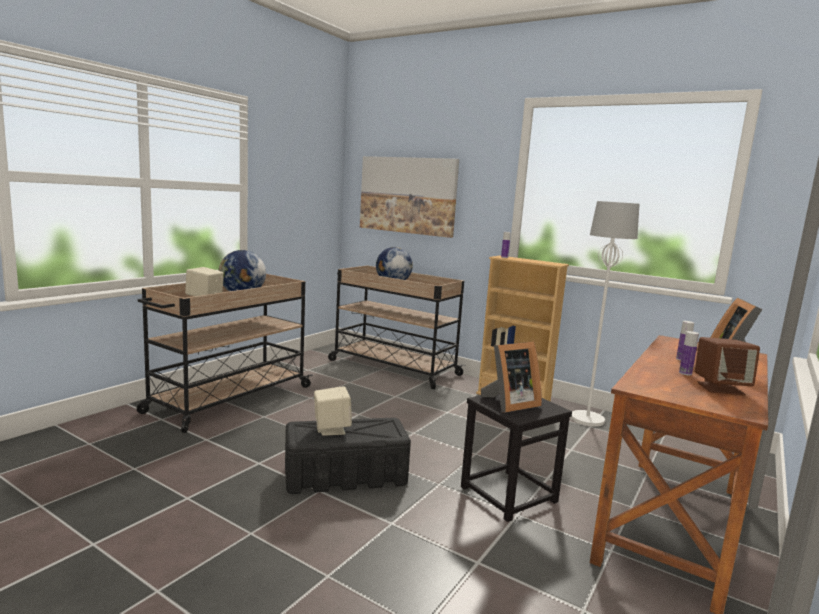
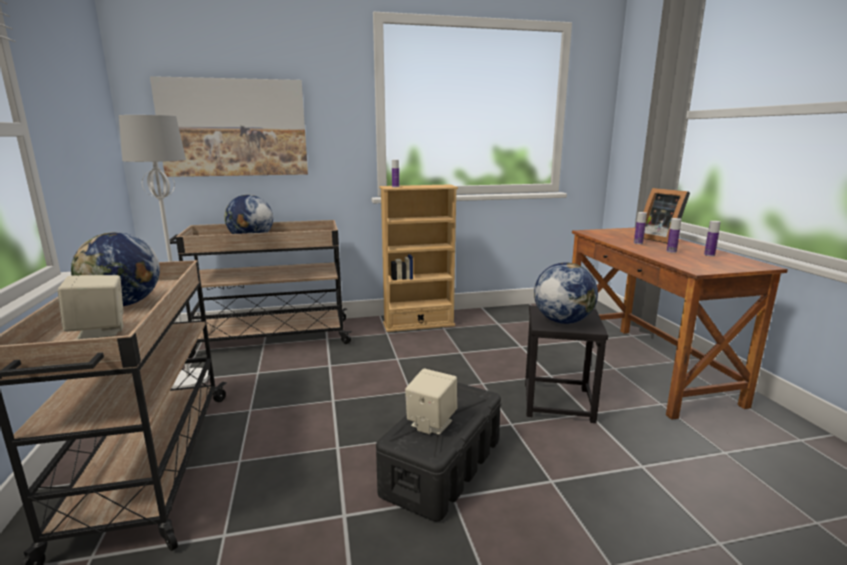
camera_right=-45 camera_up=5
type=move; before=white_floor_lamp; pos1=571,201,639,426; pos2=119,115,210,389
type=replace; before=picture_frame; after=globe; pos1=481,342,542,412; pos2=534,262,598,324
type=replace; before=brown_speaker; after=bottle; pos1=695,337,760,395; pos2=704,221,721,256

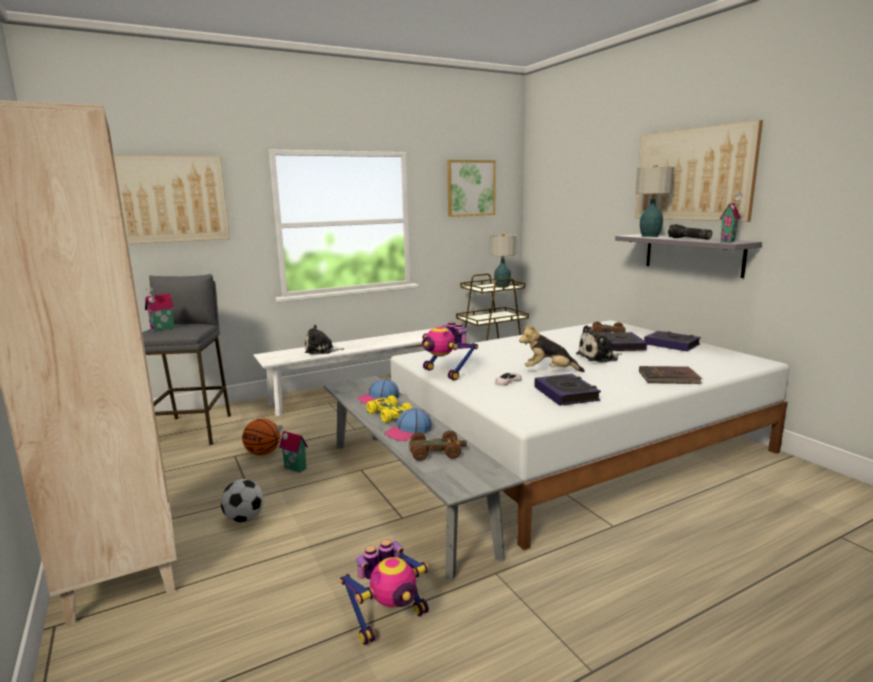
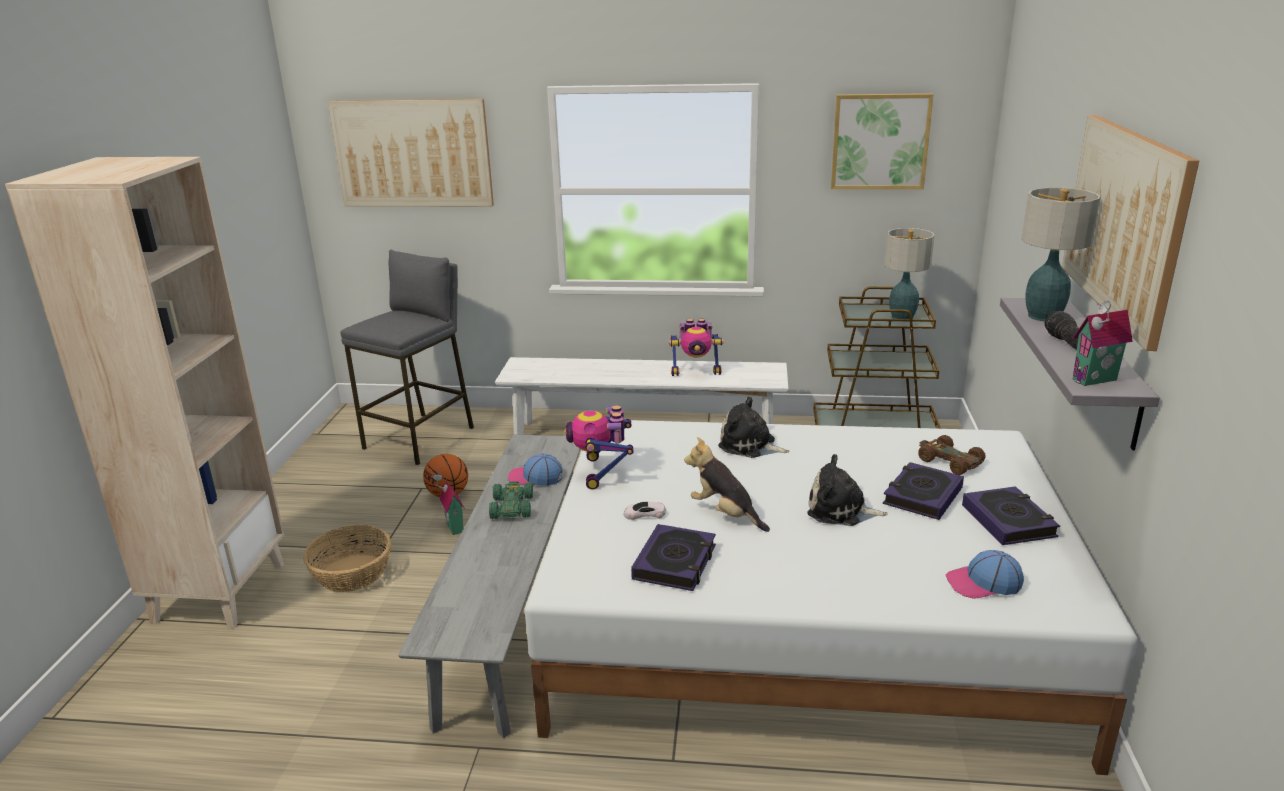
camera_right=35 camera_up=10
type=replace; before=football; after=basket; pos1=221,479,264,522; pos2=303,525,391,592
type=recolor; before=yellow_toy_car; after=green_toy_car; pos1=366,395,412,422; pos2=489,481,533,519
type=move; before=toy_robot; pos1=340,539,429,645; pos2=669,319,724,376
type=move; before=plush_toy; pos1=305,325,344,354; pos2=718,397,789,458
type=move; before=cap; pos1=384,408,432,441; pos2=946,550,1024,599
type=delete; before=toy_house; pos1=145,288,175,332
type=delete; before=brown_toy_car; pos1=409,431,467,461
type=delete; before=brown_book; pos1=639,366,703,384

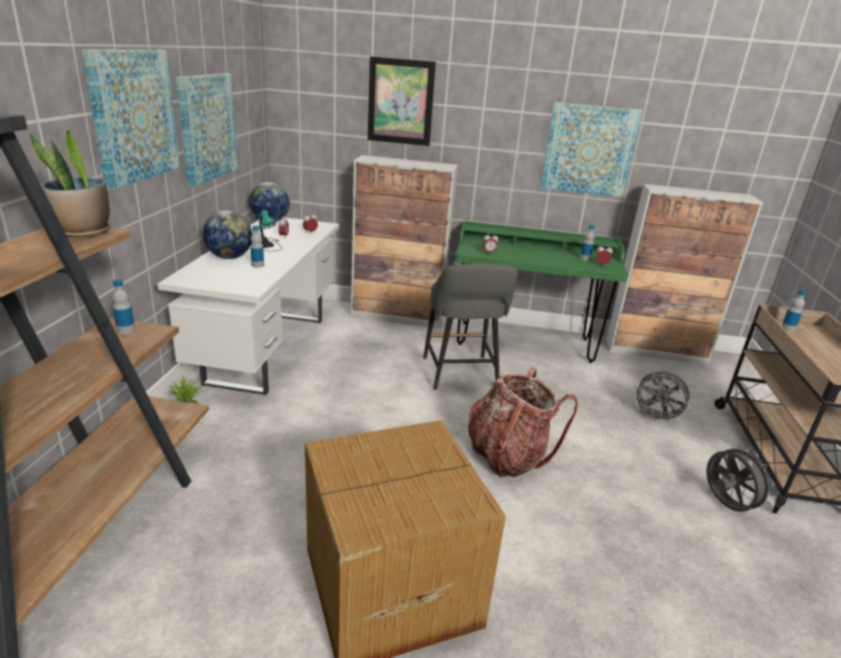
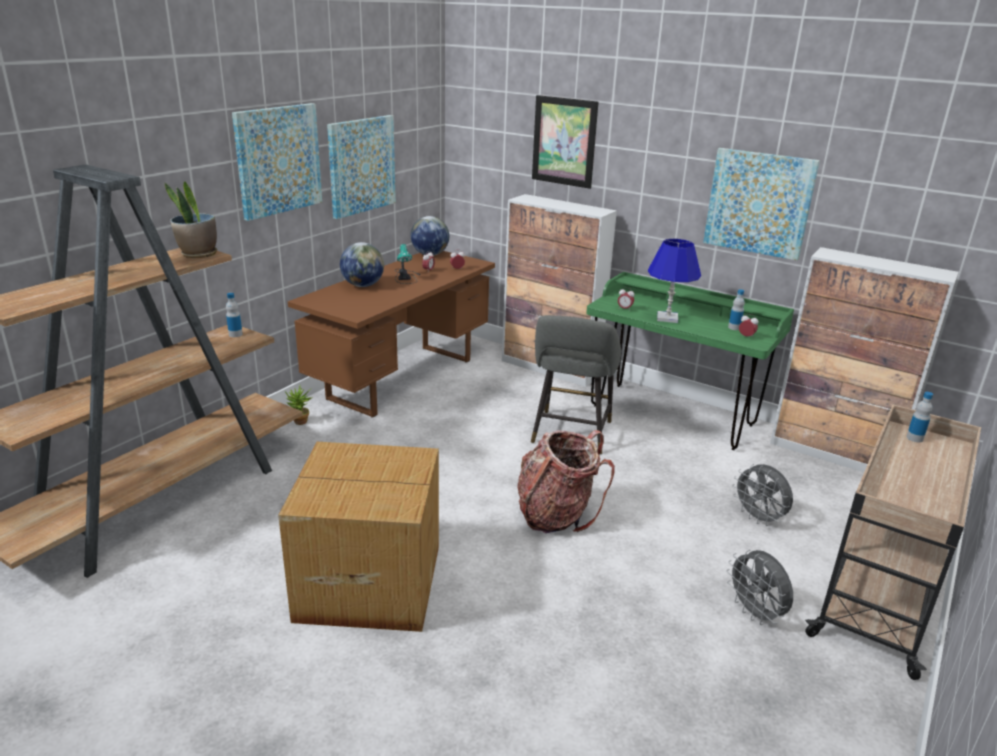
camera_right=25 camera_up=0
type=recolor; before=white_desk; after=brown_desk; pos1=157,218,339,395; pos2=288,251,495,418
type=insert; after=blue_table_lamp; pos2=648,239,701,323
type=rotate; before=grey_fan; pos1=706,445,774,512; pos2=727,550,793,625; turn=150
type=delete; before=bottle; pos1=250,226,264,268

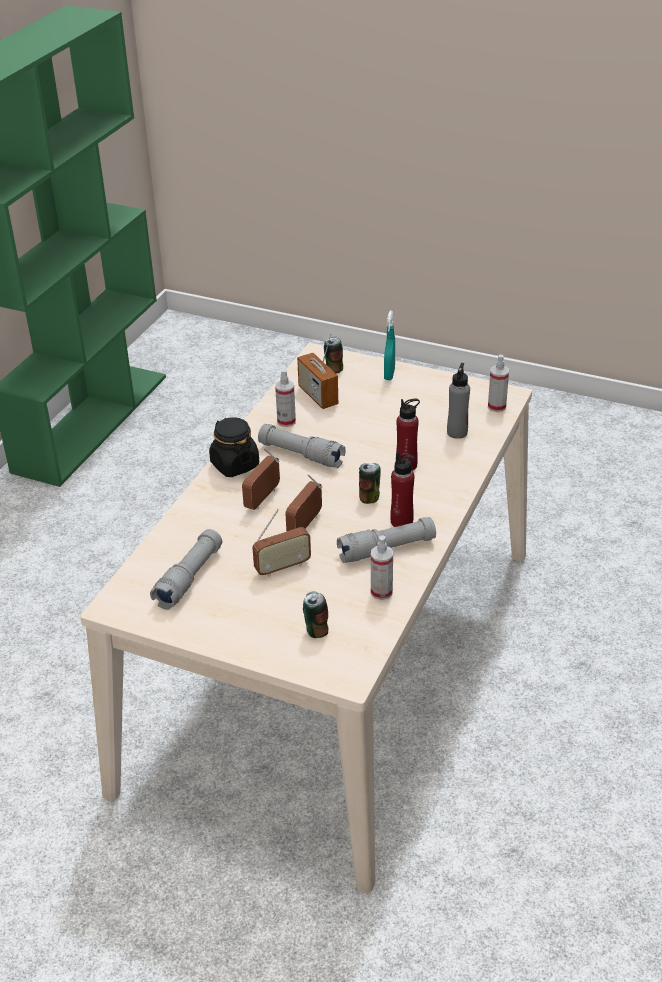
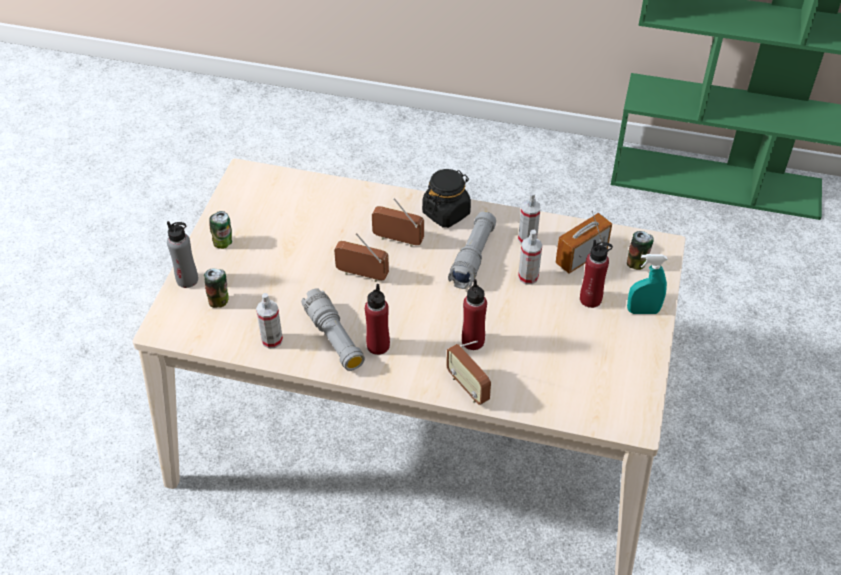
camera_right=80 camera_up=10
type=move; before=grey_bottle; pos1=447,363,470,439; pos2=167,221,198,288
type=move; before=can; pos1=359,463,381,504; pos2=209,211,232,249
type=move; before=radio; pos1=252,509,311,577; pos2=446,341,491,405
type=move; before=spray_bottle; pos1=488,355,509,412; pos2=518,230,542,285
type=insert; after=red_bottle; pos2=580,240,613,308
type=delete; before=grey_flashlight; pos1=150,529,222,610

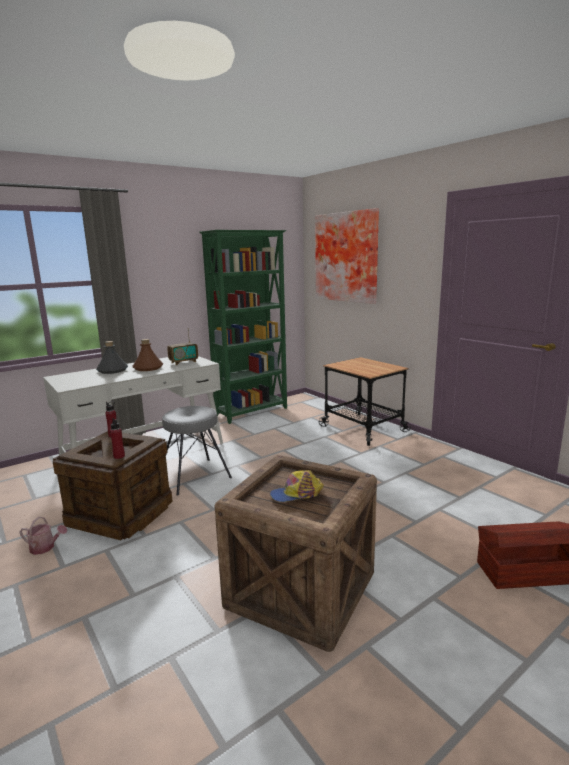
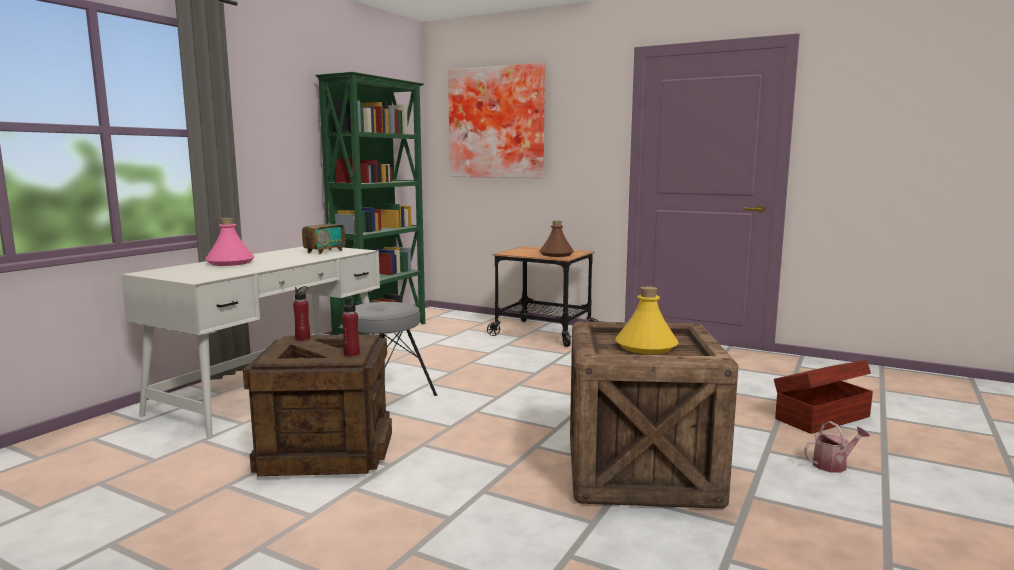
camera_right=-25 camera_up=-5
type=recolor; before=grey_bottle; after=pink_bottle; pos1=96,341,128,374; pos2=205,218,255,266
type=move; before=brown_bottle; pos1=132,339,163,371; pos2=540,221,574,257
type=replace; before=cap; after=yellow_bottle; pos1=270,470,324,502; pos2=615,286,678,354
type=move; before=watering_can; pos1=19,517,67,555; pos2=804,421,870,473

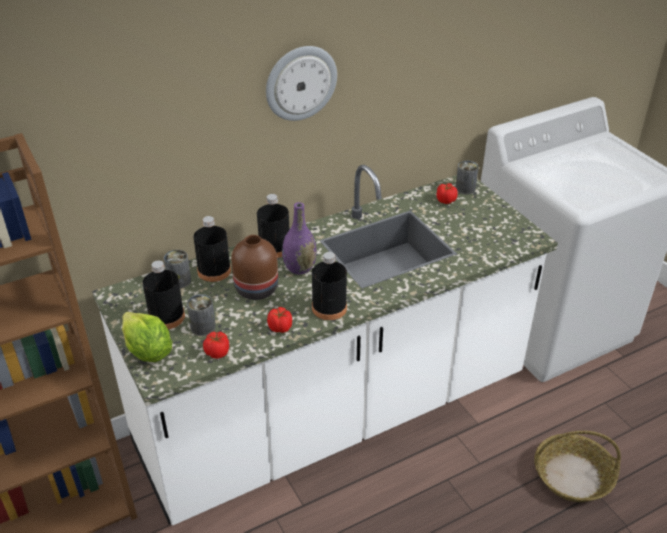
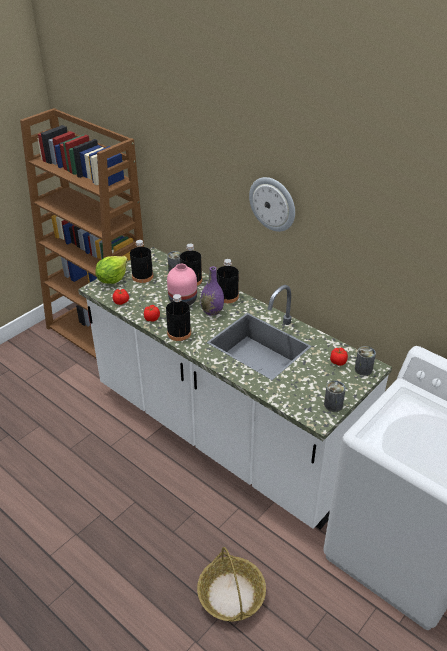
camera_right=70 camera_up=0
type=recolor; before=brown_vase; after=pink_vase; pos1=231,235,278,300; pos2=167,264,197,306
type=move; before=can; pos1=187,294,216,336; pos2=324,381,346,412

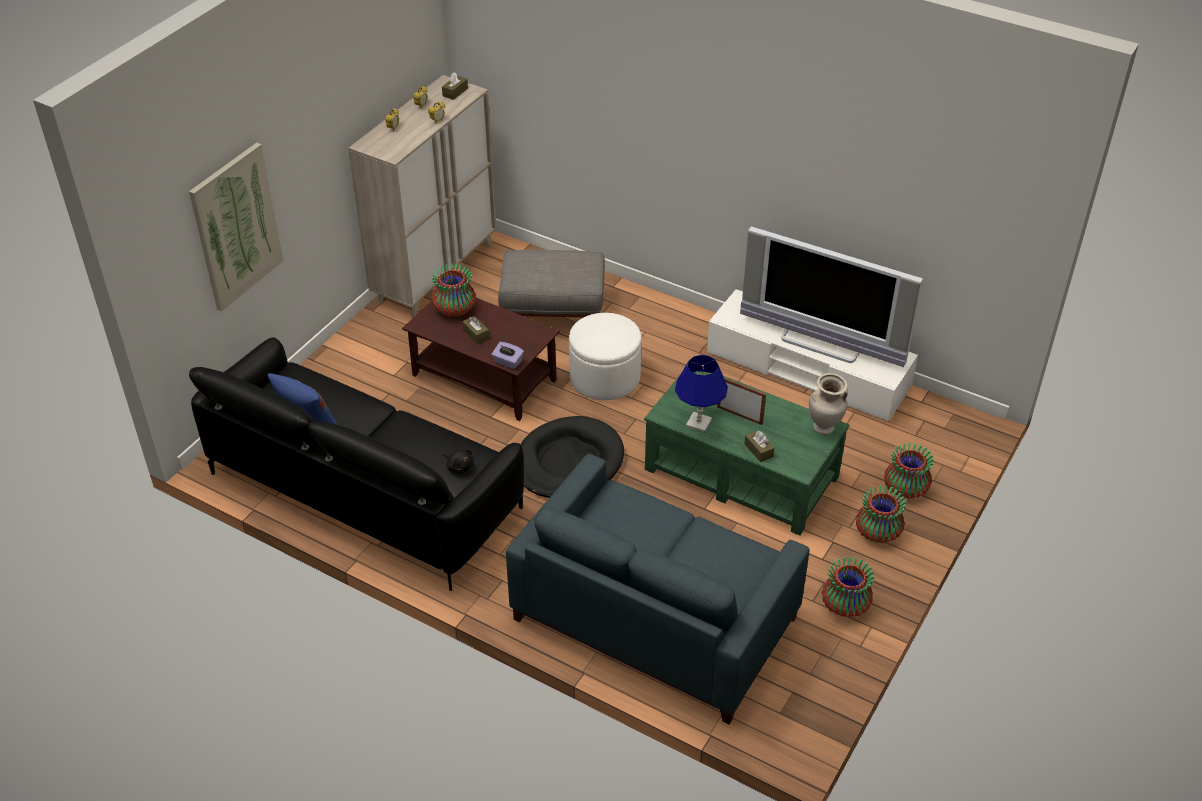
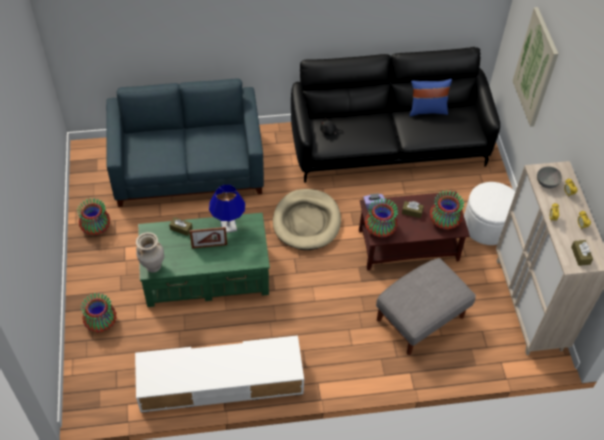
camera_right=140 camera_up=10
type=recolor; before=black_dog_bed; after=beige_dog_bed; pos1=521,416,624,498; pos2=273,189,341,250
type=move; before=vase; pos1=856,485,907,544; pos2=365,198,398,237
type=move; before=white_ottoman; pos1=569,313,641,400; pos2=464,182,515,245
type=insert; after=grey_bowl; pos2=537,166,562,189
type=delete; before=television; pos1=740,226,923,367

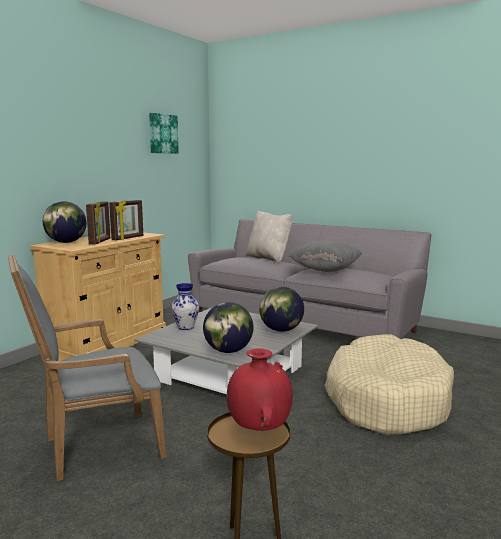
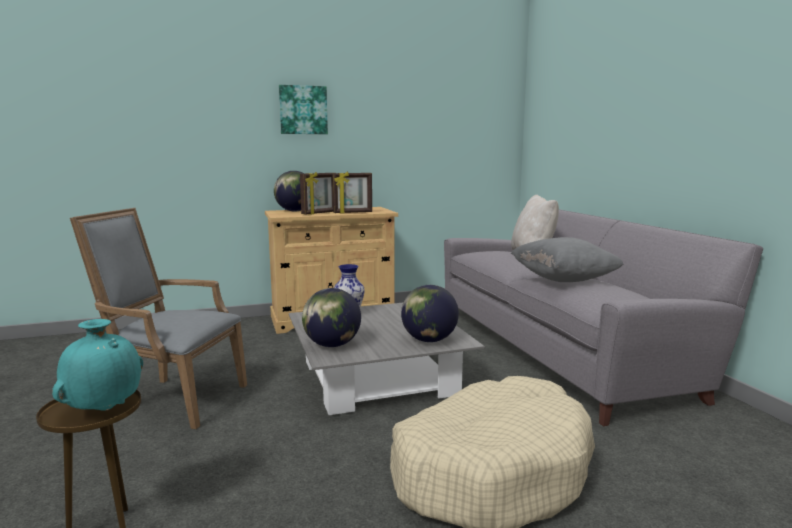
camera_right=40 camera_up=0
type=recolor; before=red_vase; after=turquoise_vase; pos1=227,348,293,431; pos2=52,319,143,411
type=move; before=picture; pos1=149,113,179,154; pos2=279,85,328,134

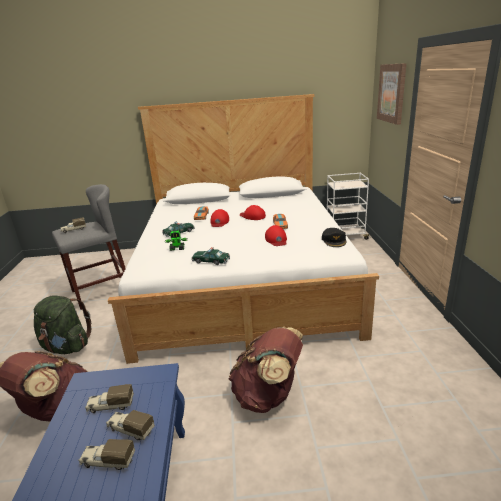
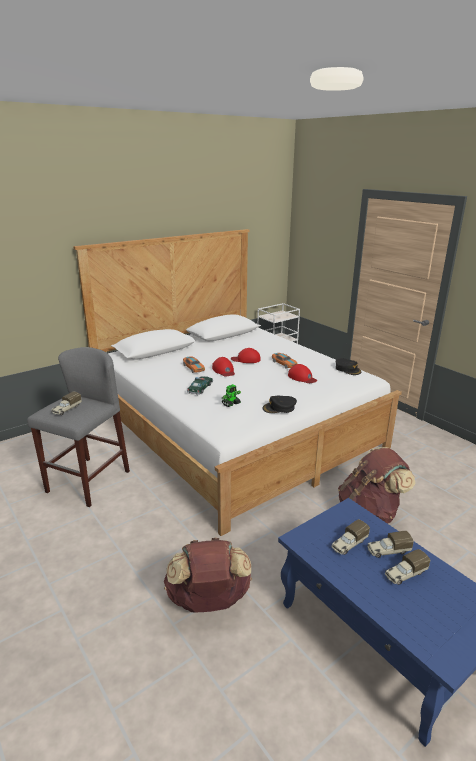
camera_right=-35 camera_up=0
type=replace; before=toy_car; after=black_cap; pos1=192,247,230,265; pos2=263,396,297,413
type=delete; before=green_backpack; pos1=34,295,91,354
type=delete; before=picture; pos1=377,63,407,125

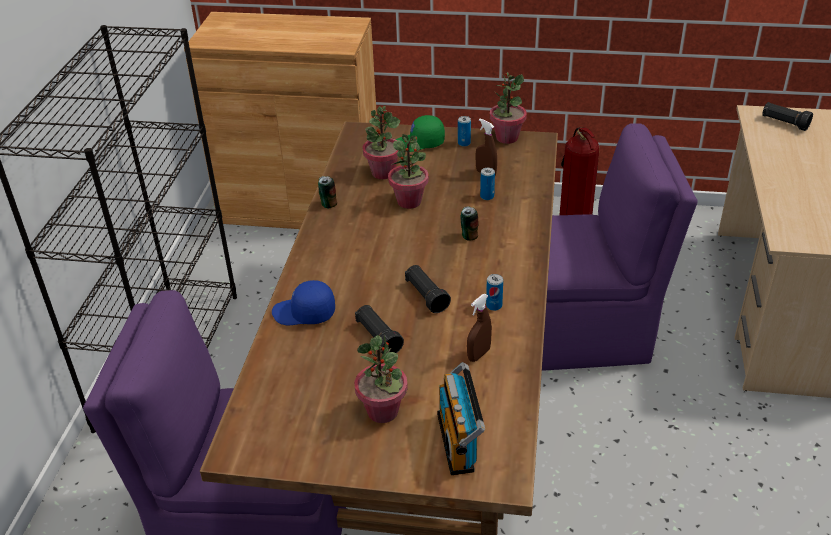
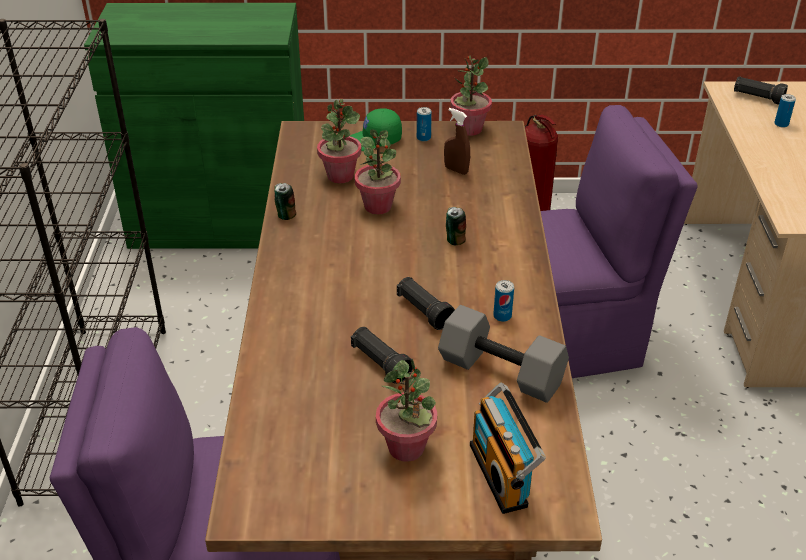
camera_right=-10 camera_up=0
type=recolor; before=brown_cabinet; after=green_cabinet; pos1=184,12,377,229; pos2=84,3,304,249
type=replace; before=brown_spray_bottle; after=grey_dumbbell; pos1=467,294,492,362; pos2=438,305,569,403
type=move; before=can; pos1=480,168,495,200; pos2=774,94,796,128
type=delete; before=blue_cap; pos1=272,280,335,325

